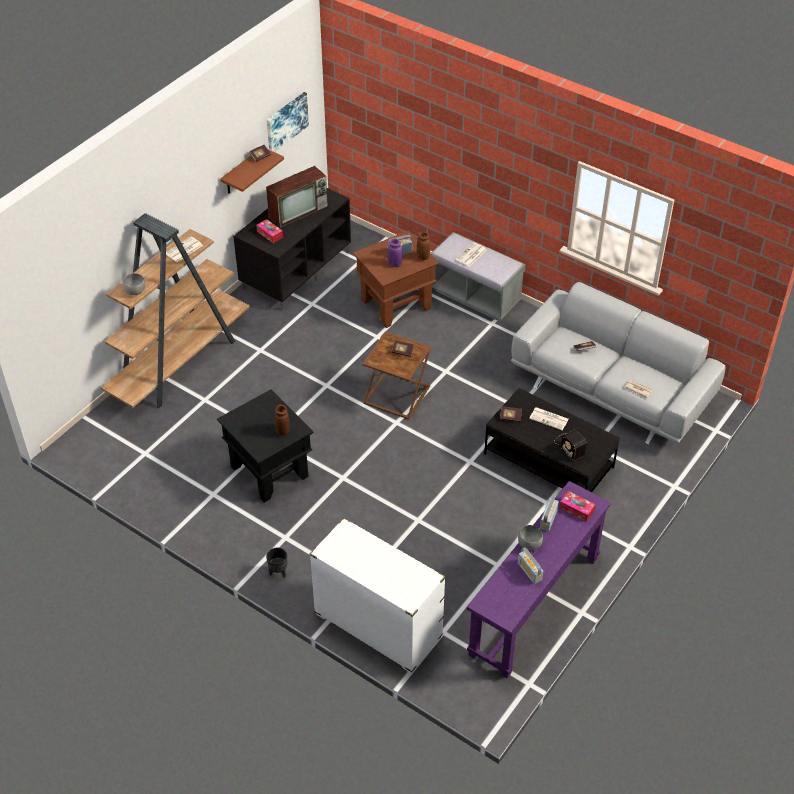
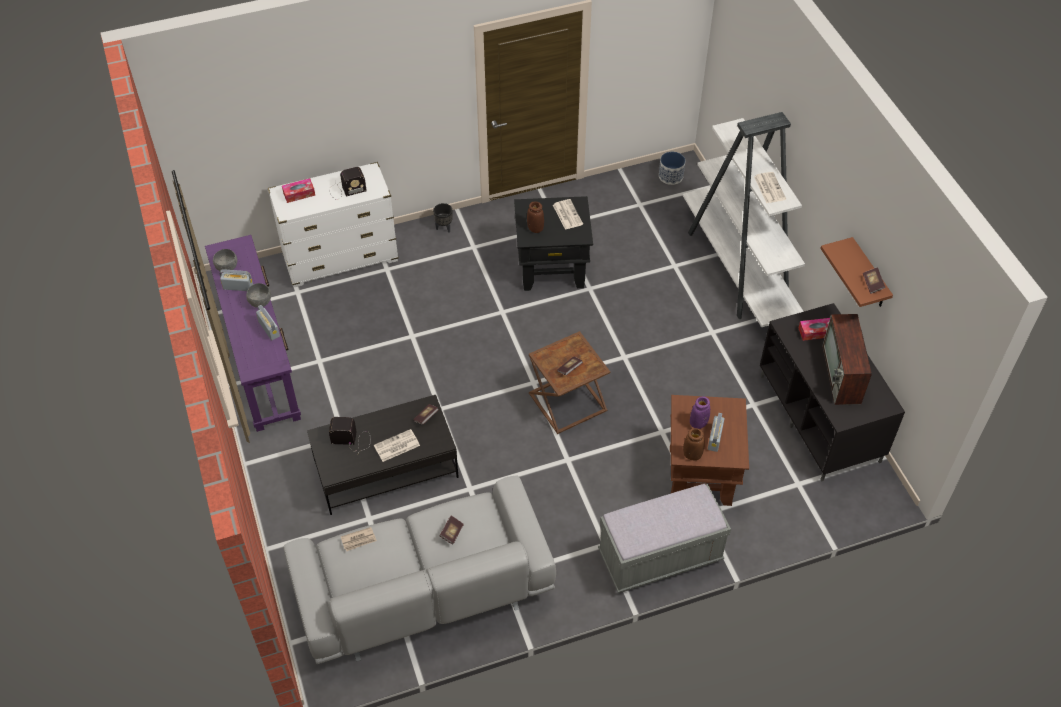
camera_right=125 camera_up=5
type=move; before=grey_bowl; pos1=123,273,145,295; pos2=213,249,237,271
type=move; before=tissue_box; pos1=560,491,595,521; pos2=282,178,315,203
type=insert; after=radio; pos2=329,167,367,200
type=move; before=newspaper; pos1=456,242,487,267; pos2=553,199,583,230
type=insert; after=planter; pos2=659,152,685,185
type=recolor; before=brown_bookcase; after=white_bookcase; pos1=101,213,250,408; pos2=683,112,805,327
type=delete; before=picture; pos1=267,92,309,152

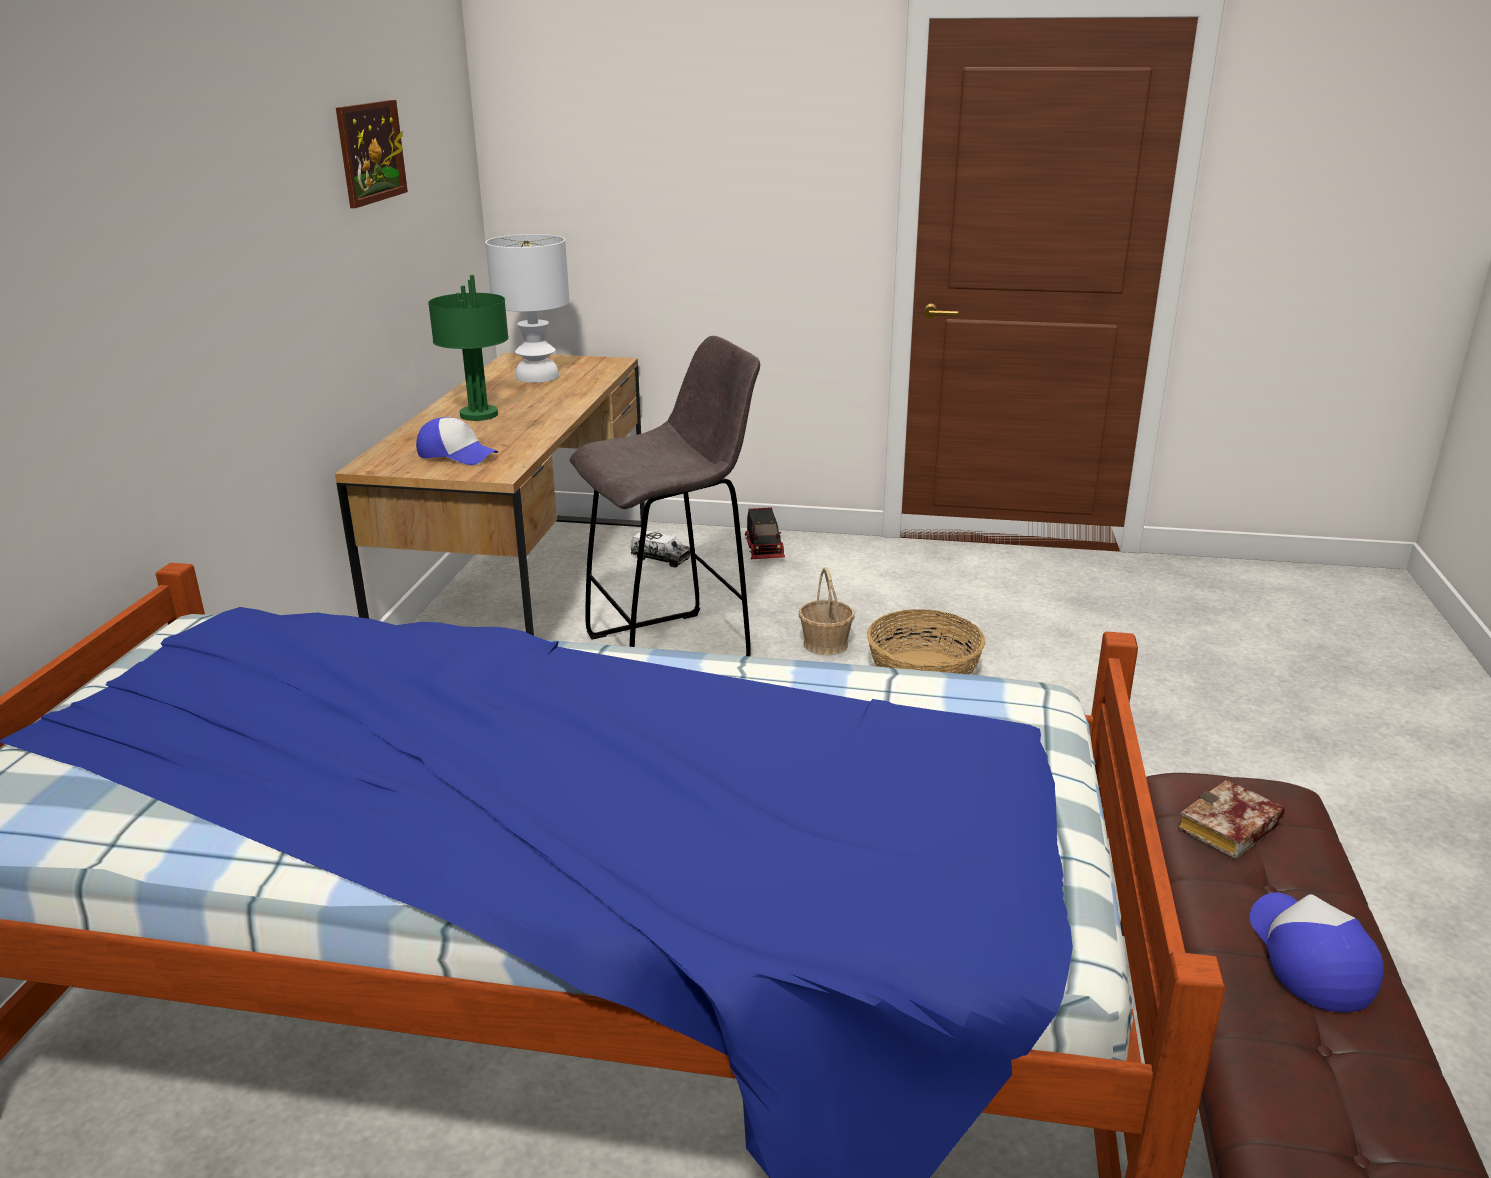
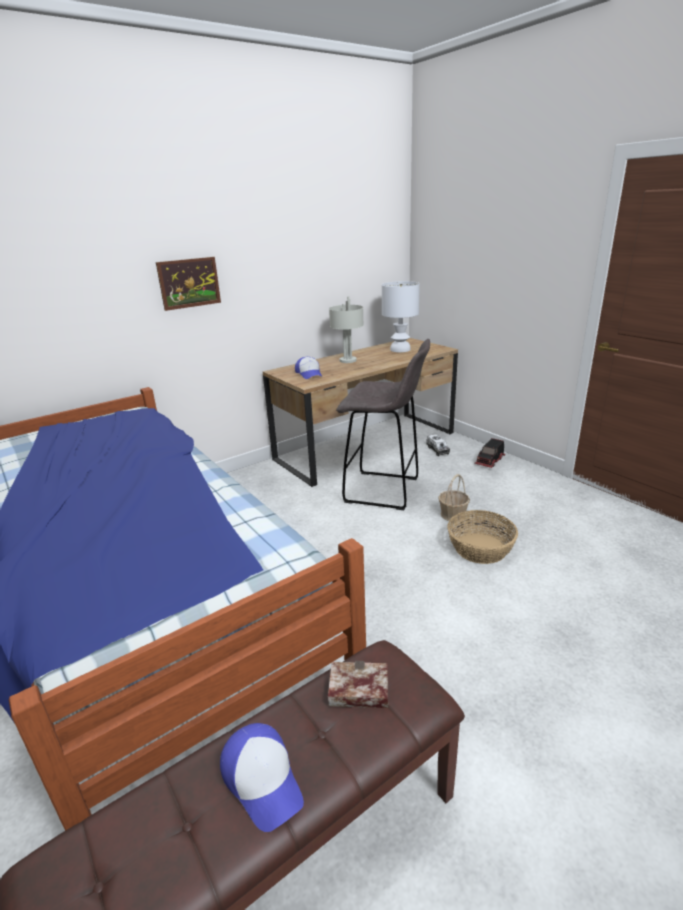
camera_right=45 camera_up=0
type=move; before=picture; pos1=336,100,408,208; pos2=156,257,221,311
type=rotate; before=cap; pos1=1250,892,1384,1012; pos2=220,723,304,832; turn=105
type=recolor; before=green_table_lamp; after=grey_table_lamp; pos1=428,275,509,421; pos2=329,296,364,363

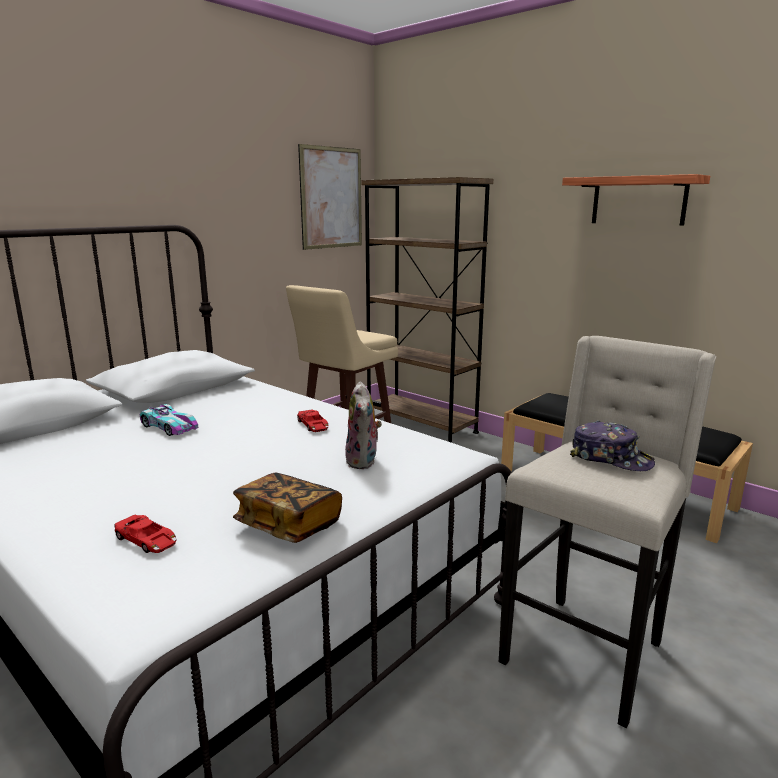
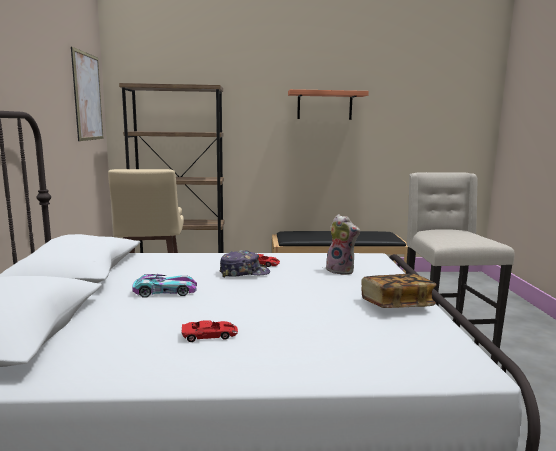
camera_right=-45 camera_up=-5
type=move; before=red_toy_car; pos1=115,514,176,553; pos2=182,320,238,342
type=move; before=cap; pos1=570,421,655,471; pos2=219,250,270,277

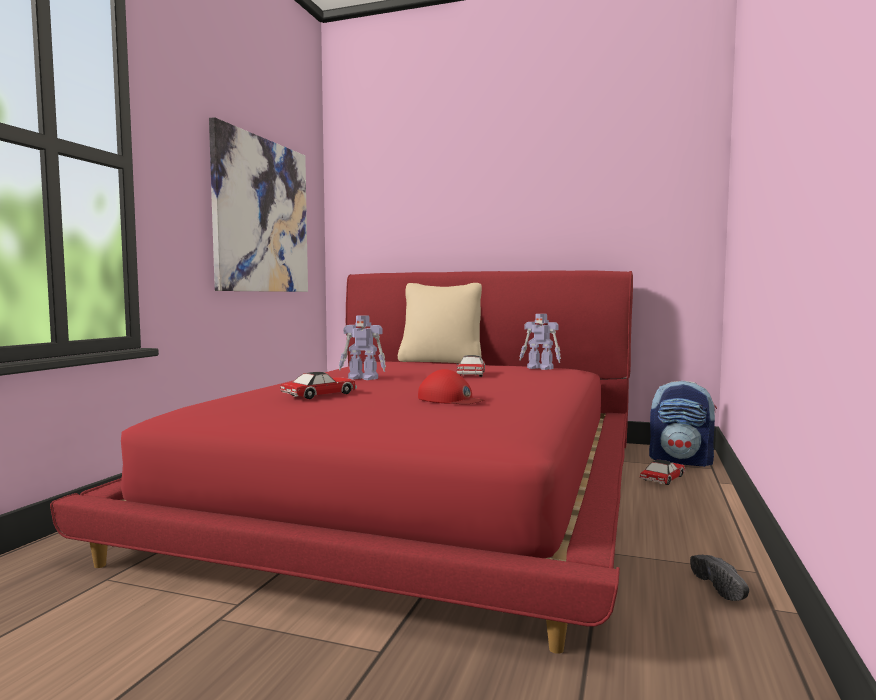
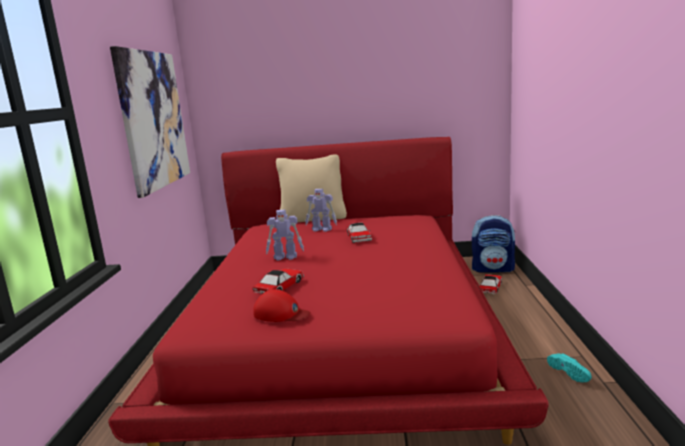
camera_right=-15 camera_up=10
type=move; before=red_cap; pos1=418,369,485,405; pos2=253,289,311,322
type=move; before=toy_robot; pos1=519,314,561,370; pos2=305,189,337,232
type=recolor; before=black_shoe; after=turquoise_shoe; pos1=690,555,749,601; pos2=547,353,592,383

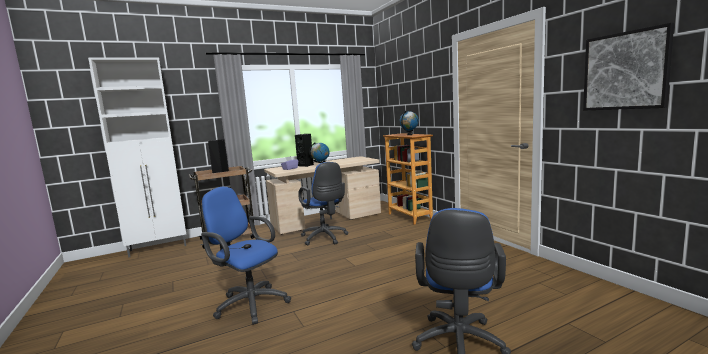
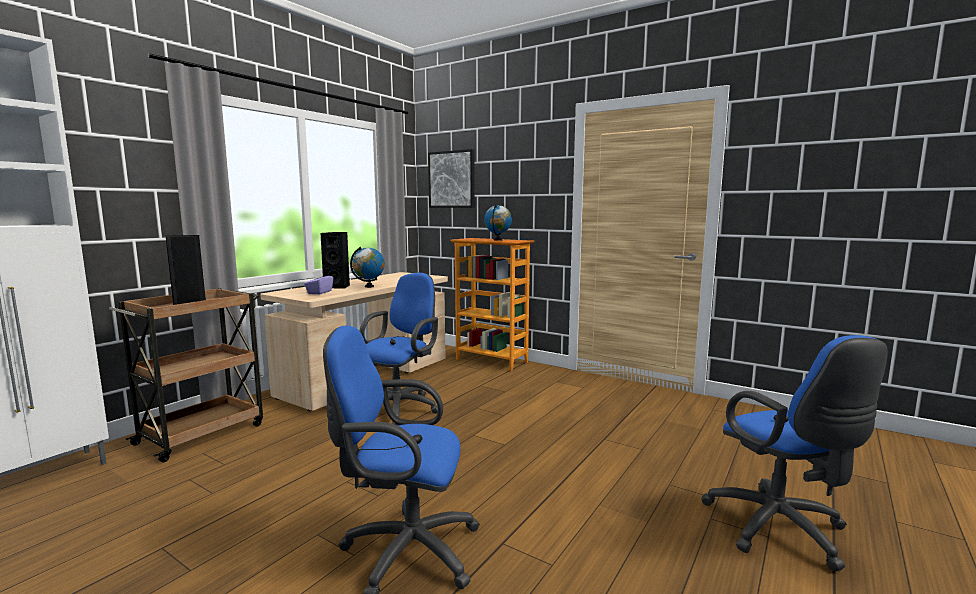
camera_right=-30 camera_up=0
type=rotate; before=blue_office_chair; pos1=298,162,348,245; pos2=360,273,438,426; turn=-90
type=move; before=picture; pos1=583,23,674,111; pos2=428,149,475,208

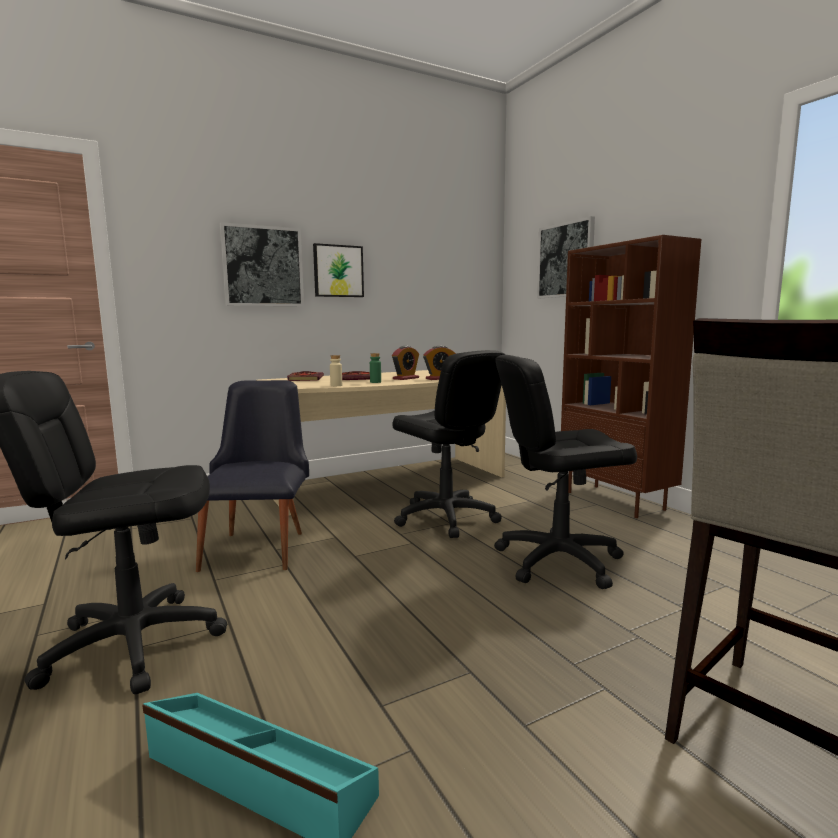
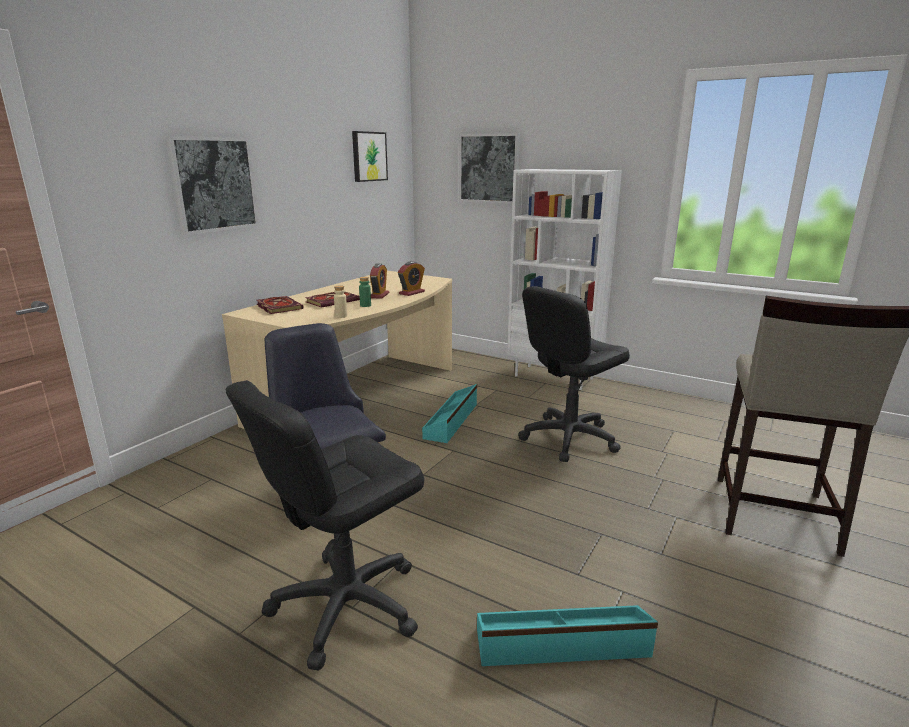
camera_right=-30 camera_up=10
type=move; before=picture; pos1=313,243,364,297; pos2=352,131,388,182
type=replace; before=black_office_chair; after=turquoise_storage_box; pos1=392,350,505,538; pos2=422,384,477,443
type=recolor; before=brown_bookcase; after=white_bookcase; pos1=561,235,701,518; pos2=507,169,622,390

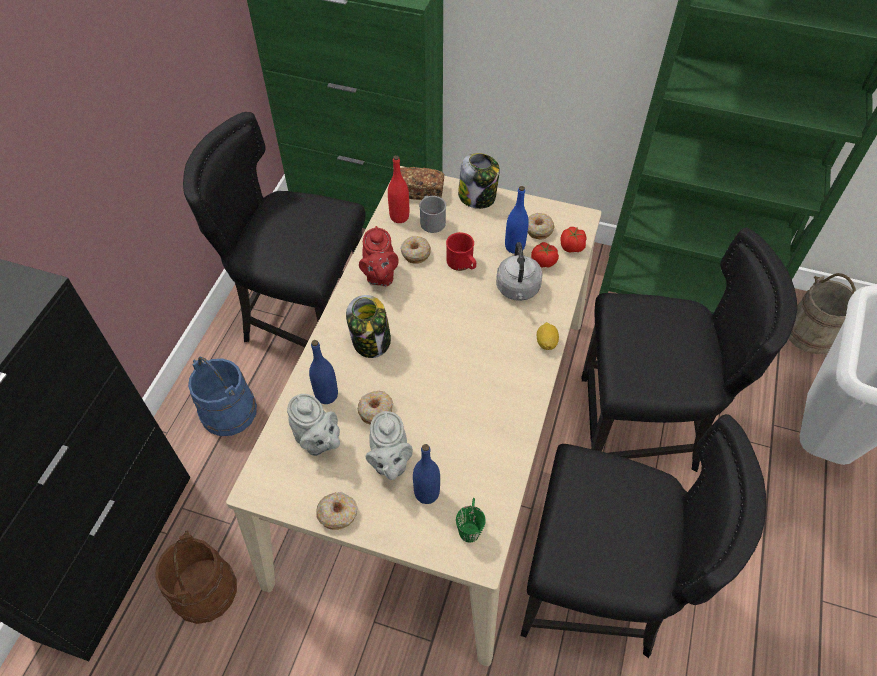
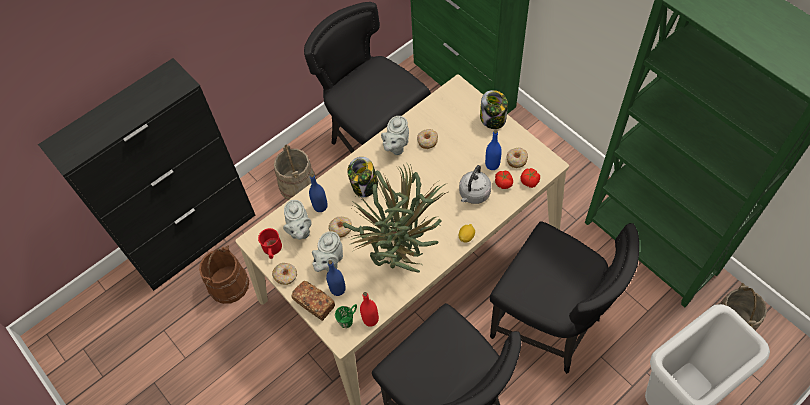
camera_right=35 camera_up=5
type=move; before=red_mug; pos1=446,232,476,271; pos2=258,228,282,259
type=recolor; before=blue_bucket; after=beige_bucket; pos1=188,357,257,436; pos2=274,145,317,200
type=move; before=bread; pos1=400,167,444,200; pos2=291,280,335,321
type=insert; after=potted_plant; pos2=343,164,448,273
type=move; before=red_bottle; pos1=388,155,409,223; pos2=360,292,379,327
type=recolor; before=red_teapot; after=grey_teapot; pos1=359,226,399,286; pos2=381,116,409,155
type=delete; before=grey_mug; pos1=419,195,446,233

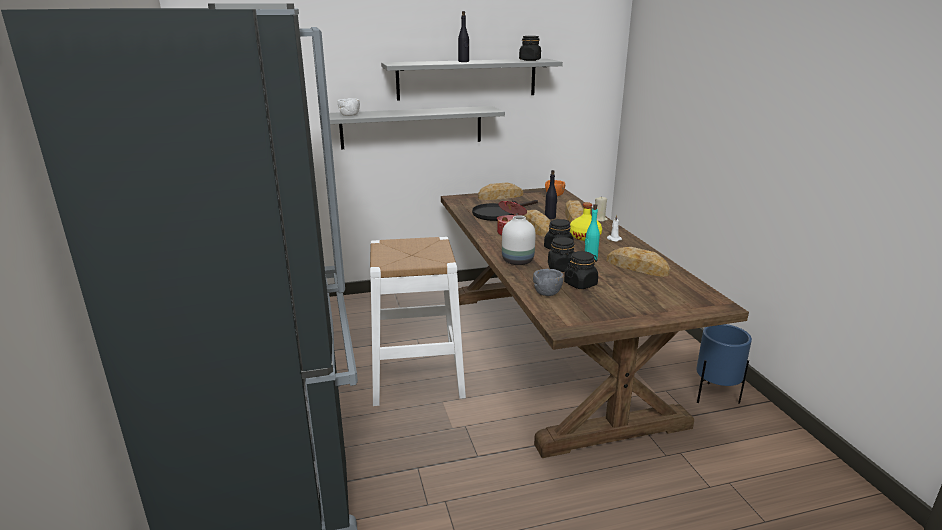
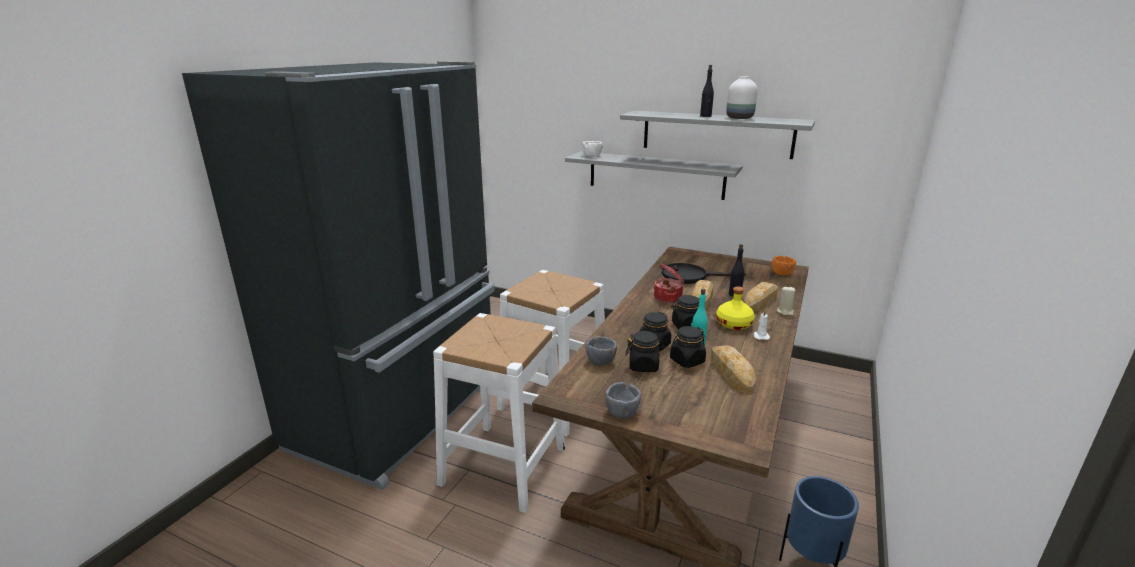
camera_right=40 camera_up=0
type=insert; after=white_stool; pos2=433,313,565,513
type=insert; after=grey_bowl; pos2=605,382,641,418
type=move; before=black_jar; pos1=519,36,541,61; pos2=670,326,706,368
type=move; before=white_vase; pos1=502,215,536,265; pos2=726,76,758,119
type=delete; before=bread; pos1=478,182,523,200

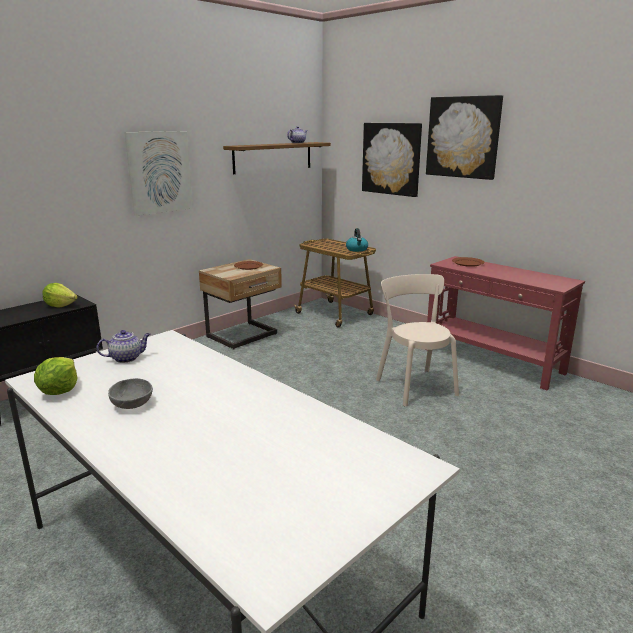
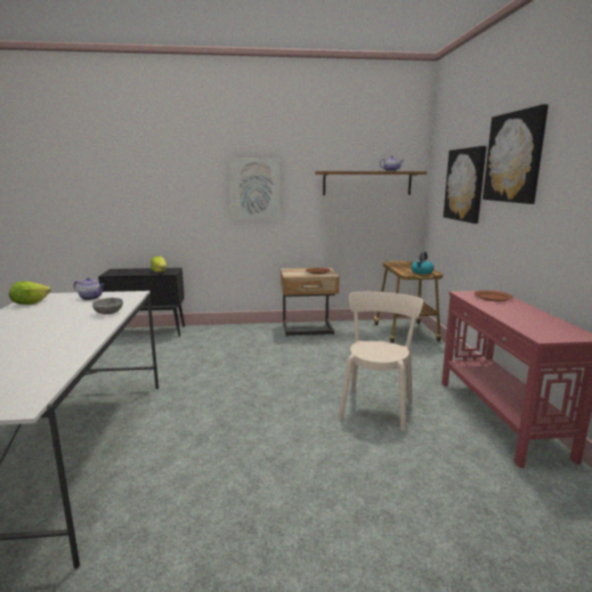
camera_right=40 camera_up=-5
type=move; before=grey_bowl; pos1=108,378,153,409; pos2=92,298,123,315

